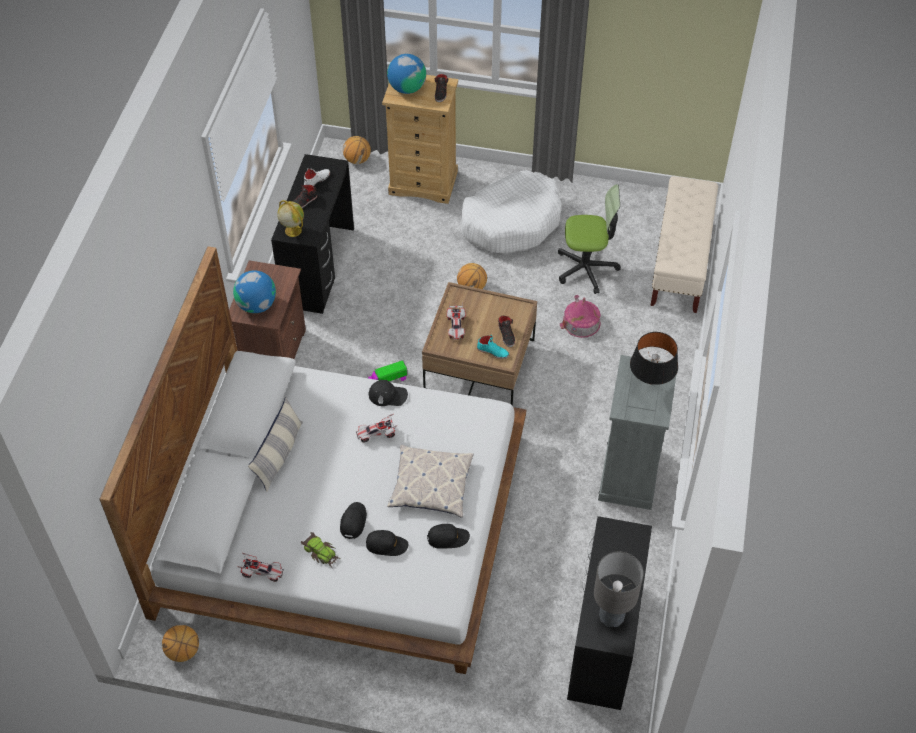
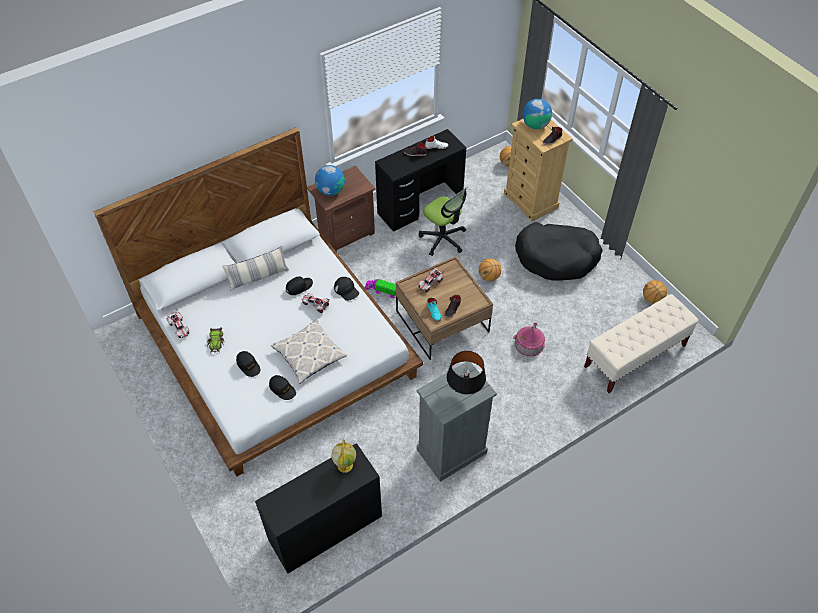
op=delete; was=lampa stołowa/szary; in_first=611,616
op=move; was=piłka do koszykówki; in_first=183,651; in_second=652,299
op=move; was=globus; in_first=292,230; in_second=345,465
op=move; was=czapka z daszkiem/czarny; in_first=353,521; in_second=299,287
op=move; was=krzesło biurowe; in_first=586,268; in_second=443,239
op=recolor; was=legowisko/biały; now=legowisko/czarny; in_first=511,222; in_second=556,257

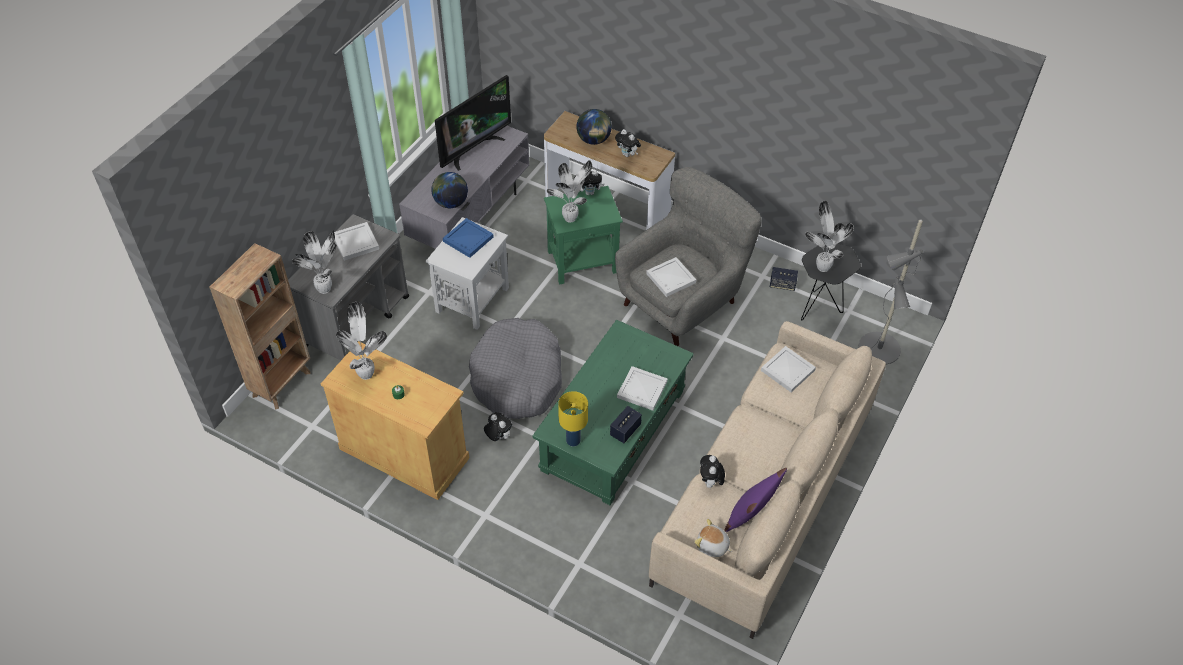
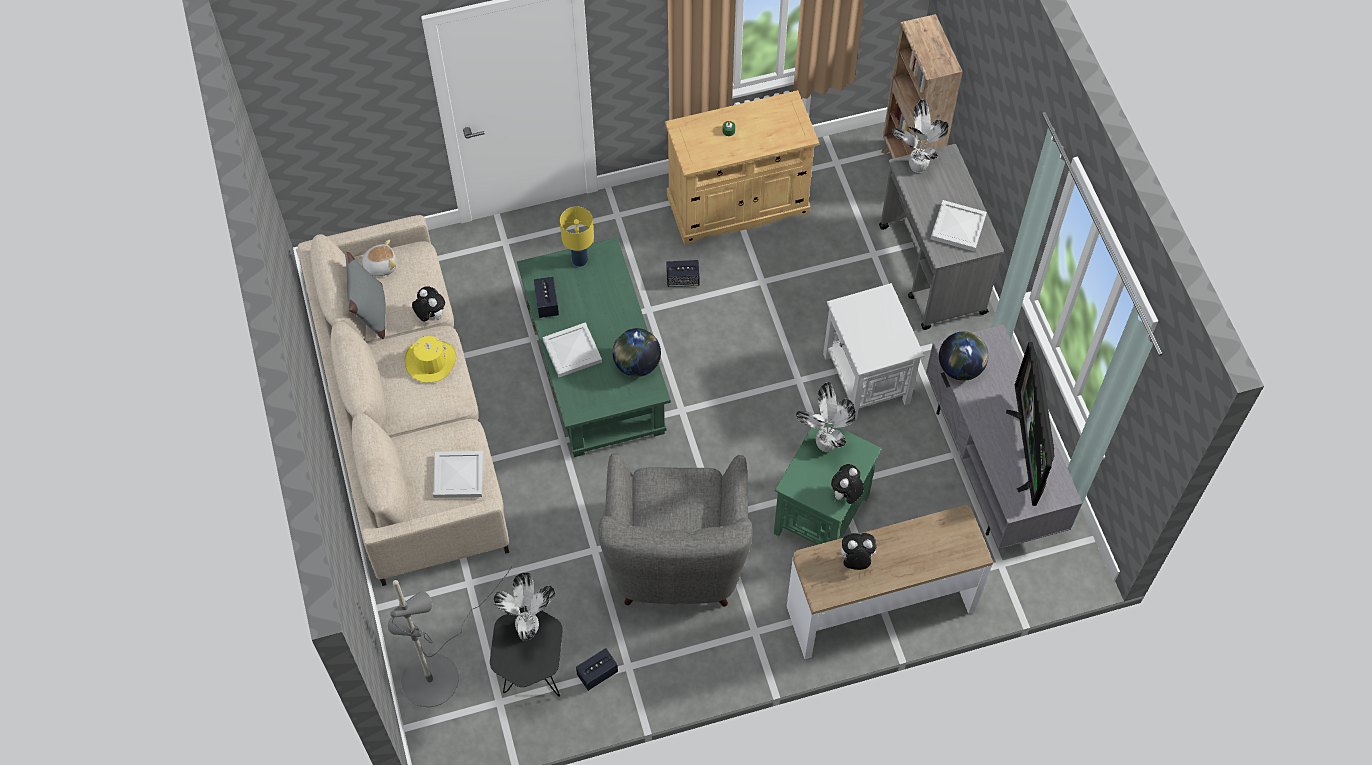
op=delete; was=roślina doniczkowa; in_first=366,373
op=delete; was=taca/niebieski; in_first=467,239
op=delete; was=legowisko/szary; in_first=517,378
op=delete; was=taca/biały; in_first=671,278
op=insert; now=kapelusz/żółty; in_second=430,361
op=move; was=globus; in_first=594,140; in_second=636,364
op=replace; was=pluszak; now=głośnik; in_first=498,437; in_second=682,279
op=recolor; was=poduszka/fioletowy; now=poduszka/szary; in_first=751,515; in_second=371,313

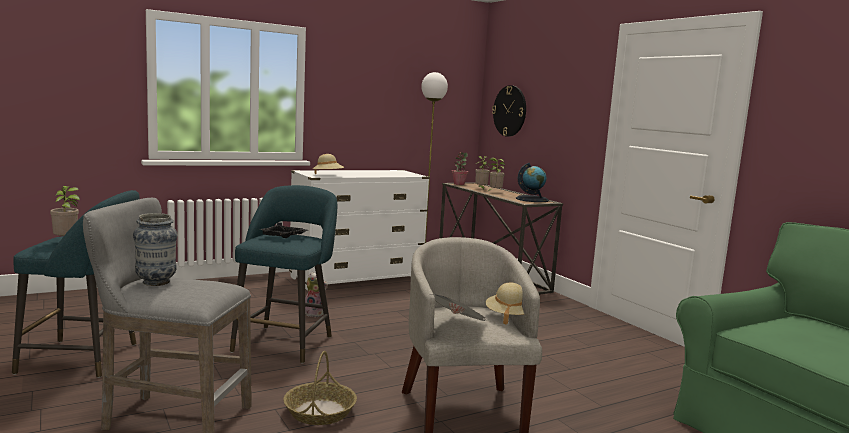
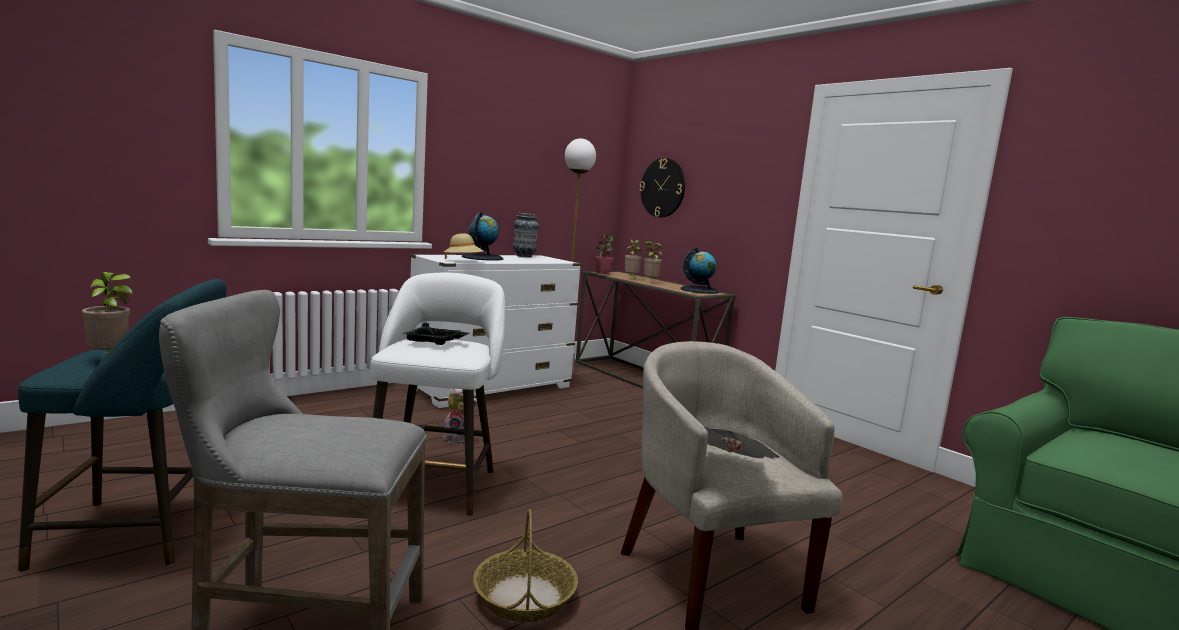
op=delete; was=kapelusz/beżowy; in_first=509,316
op=insert; now=globus; in_second=482,257
op=move; was=wazon; in_first=156,282; in_second=524,256
op=recolor; was=stołek/turkusowy; now=stołek/biały; in_first=285,342; in_second=435,484

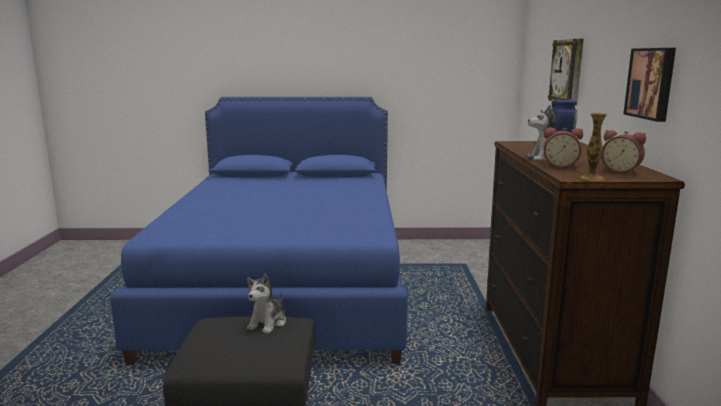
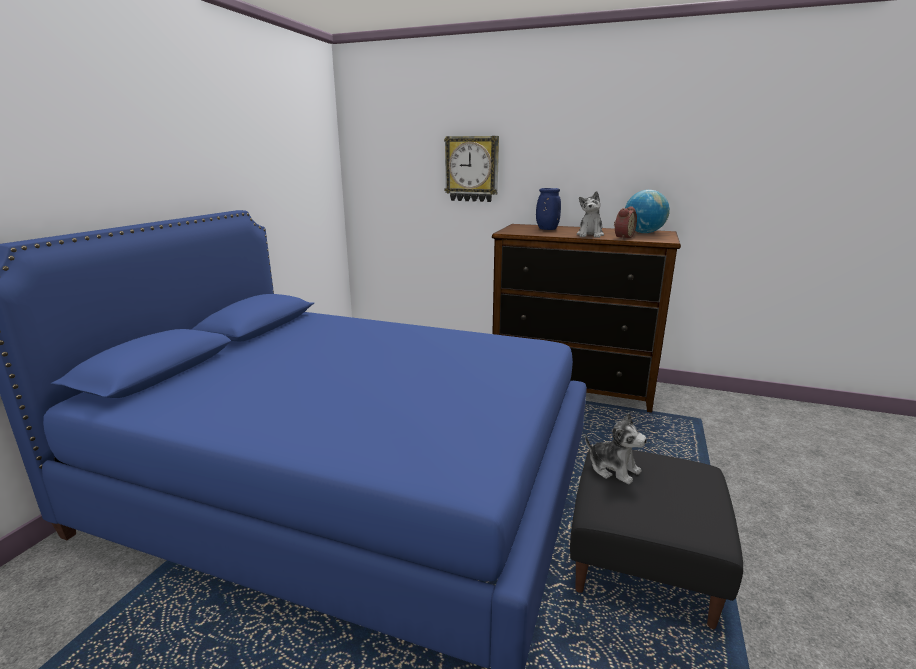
op=delete; was=wazon; in_first=591,178
op=delete; was=obraz; in_first=651,83
op=replace; was=budzik; now=globus; in_first=621,171; in_second=644,233

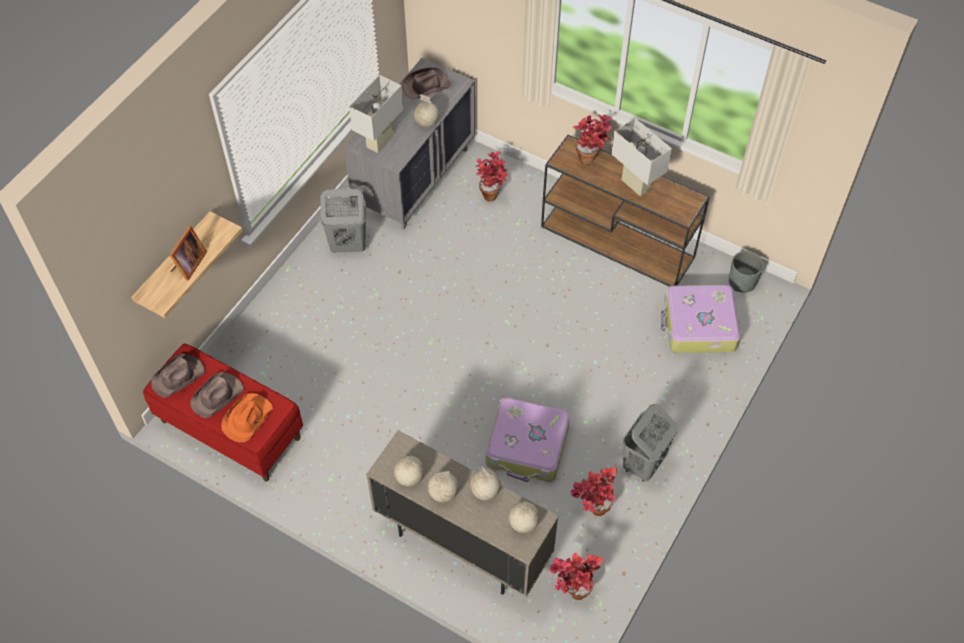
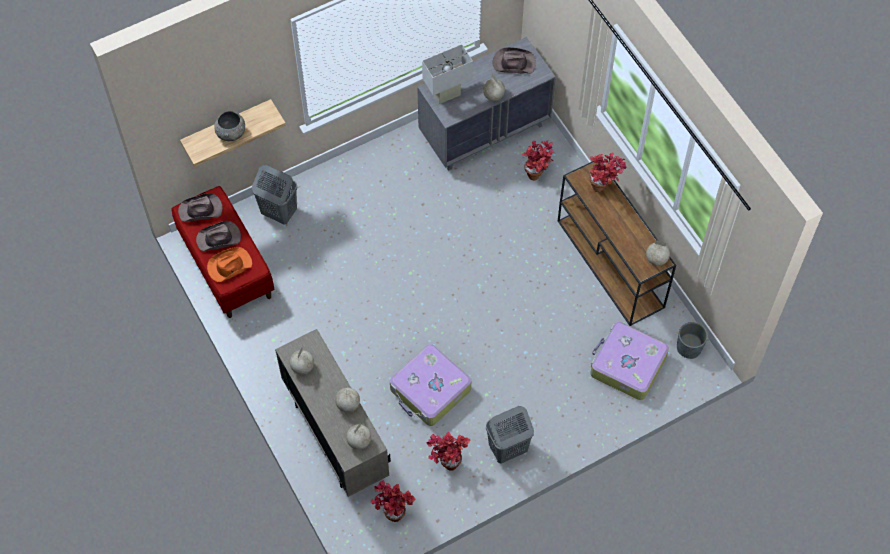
op=delete; was=lampa stołowa/biały; in_first=635,184
op=move; was=kosz na pranie/szary; in_first=347,245; in_second=278,212
op=move; was=globus; in_first=443,493; in_second=656,259
op=replace; was=ramka na zdjęcie; now=miska/szary; in_first=188,264; in_second=231,134

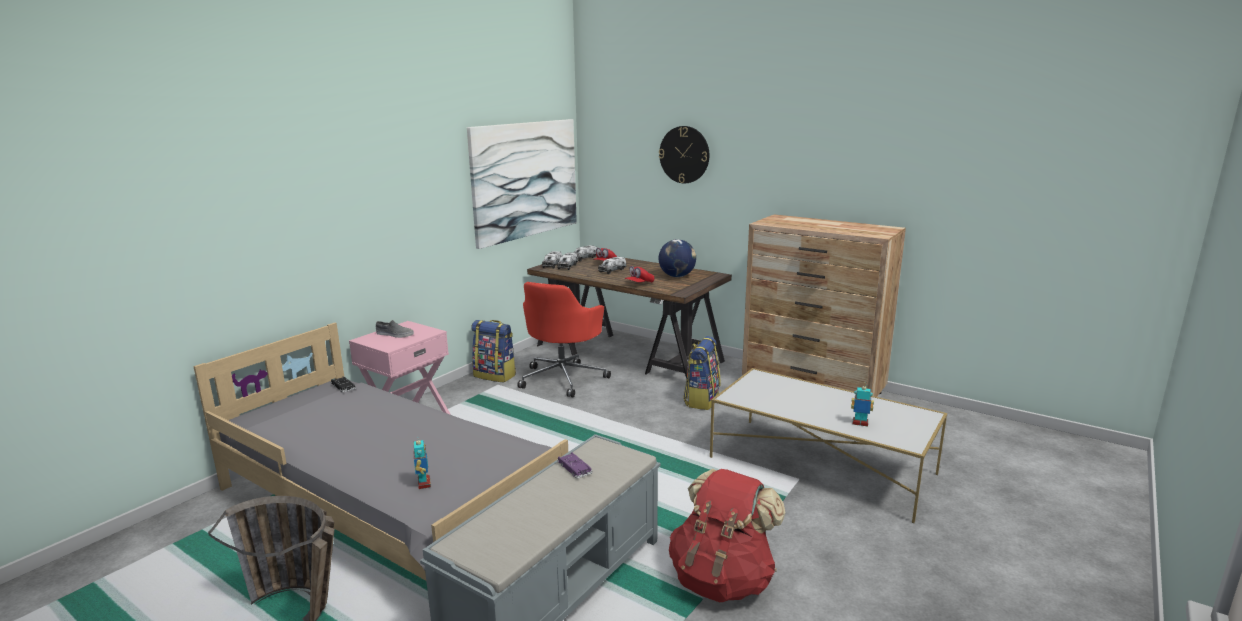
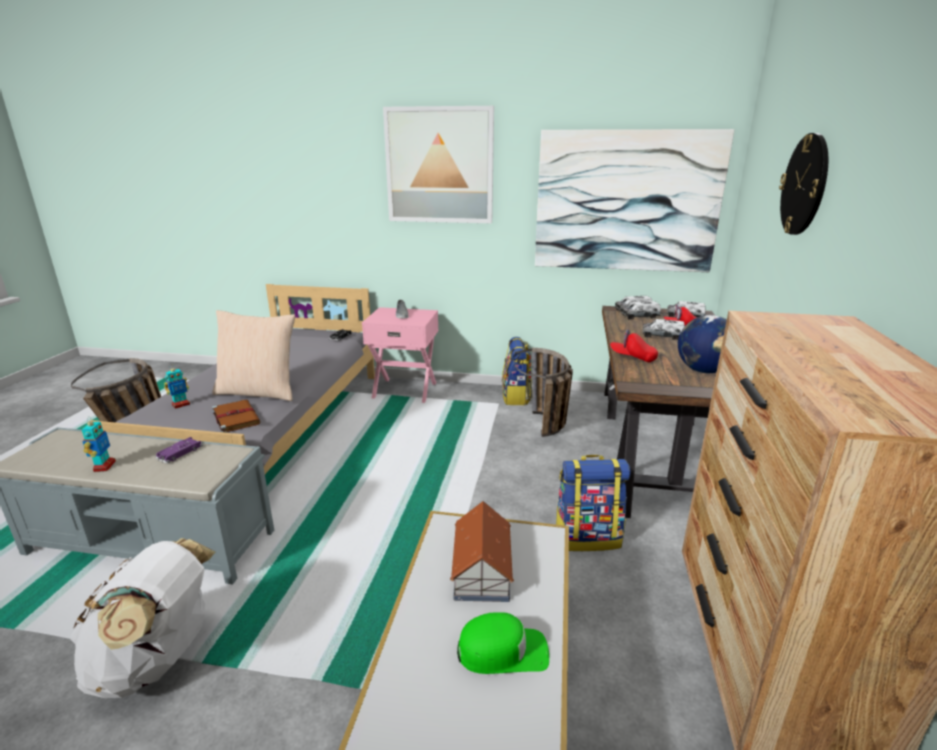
op=insert; now=poduszka/beżowy; in_second=259,392
op=insert; now=książka/brązowy; in_second=235,417
op=insert; now=obraz; in_second=439,166
op=insert; now=domek; in_second=481,570
op=insert; now=czapka z daszkiem/zielony; in_second=503,651
op=move; was=robot zabawkowy; in_first=860,423; in_second=104,466
op=replace; was=krzesło biurowe/czerwony; now=koszyk; in_first=563,378; in_second=547,429
op=recolor; was=plecak/czerwony; now=plecak/biały; in_first=722,580; in_second=158,659

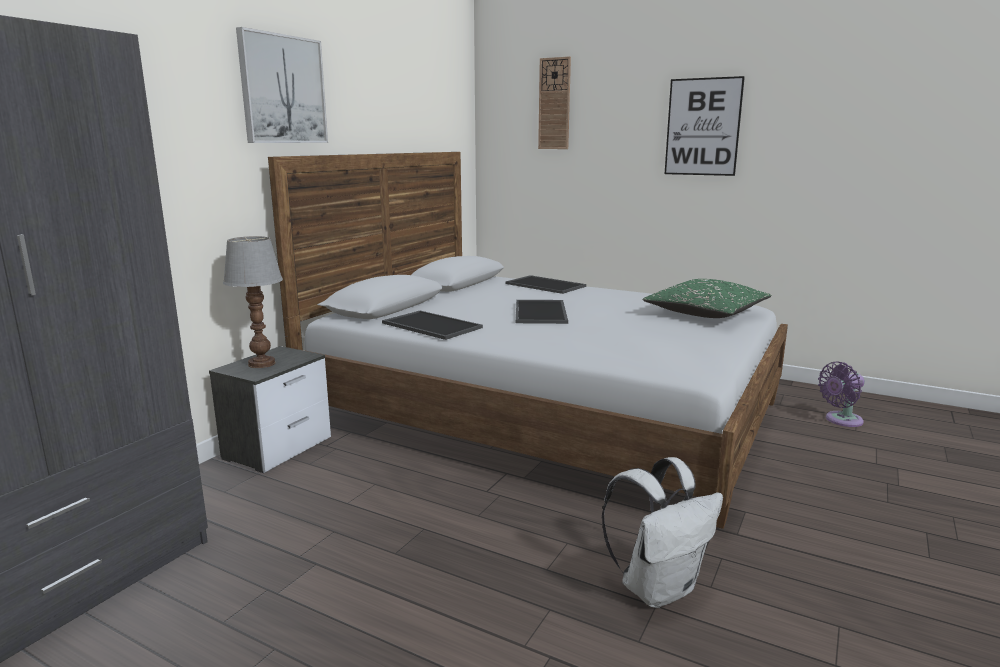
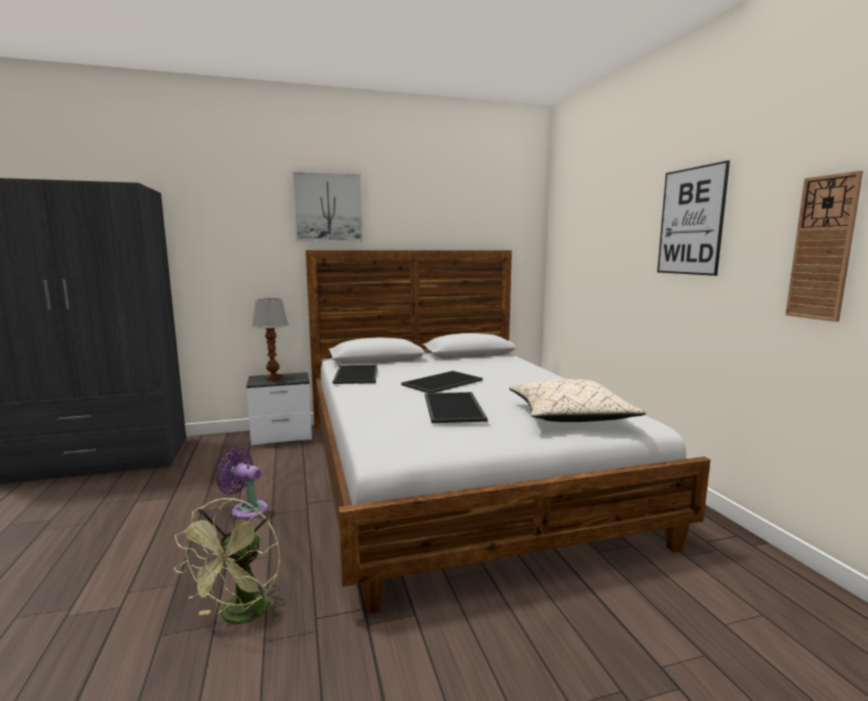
op=move; was=taca; in_first=546,285; in_second=455,408
op=move; was=zegar ścienny; in_first=554,104; in_second=823,248
op=move; was=wentylator/fioletowy; in_first=841,420; in_second=246,509
op=replace; was=plecak/biały; now=wentylator/zielony; in_first=658,588; in_second=240,616
op=recolor; was=poduszka/zielony; now=poduszka/beżowy; in_first=705,313; in_second=569,416

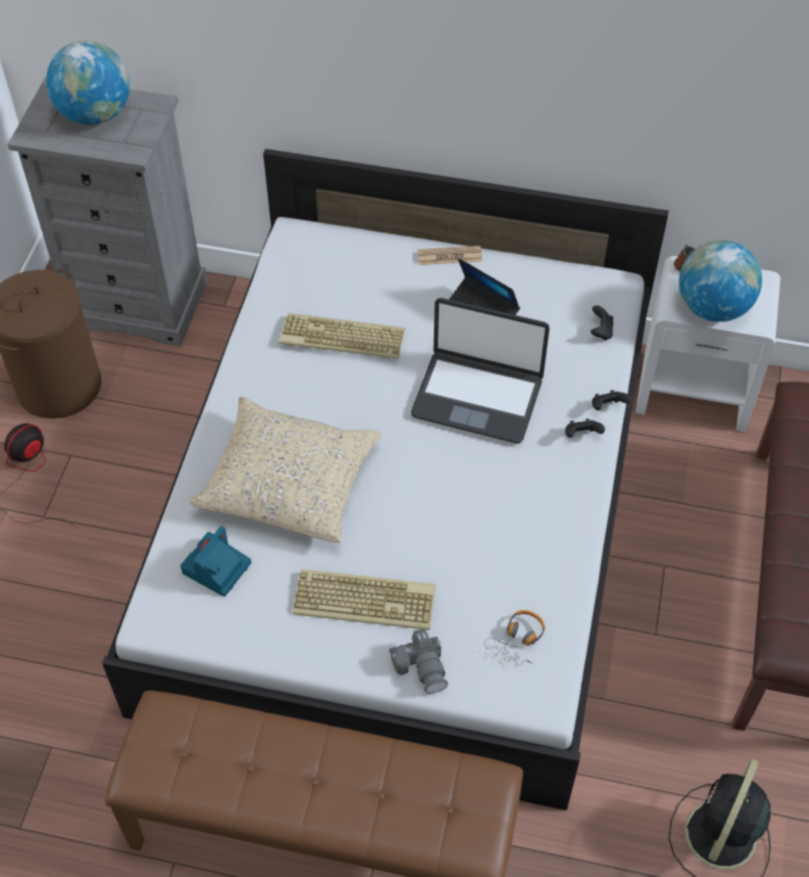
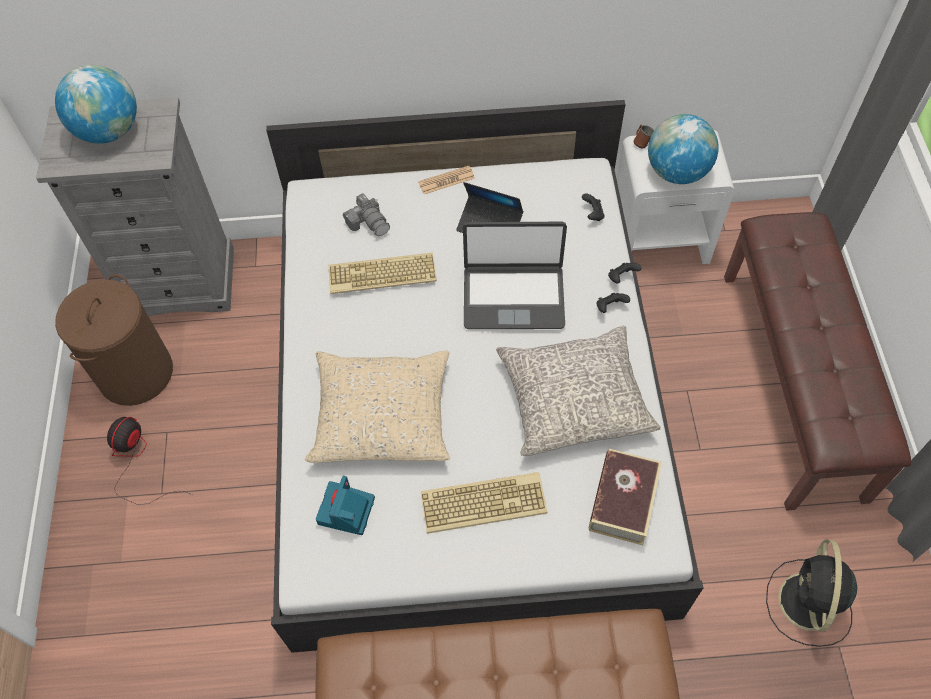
op=insert; now=poduszka/szary; in_second=574,399
op=move; was=aparat fotograficzny; in_first=422,667; in_second=369,222
op=replace; was=słuchawki; now=książka; in_first=518,640; in_second=623,500

